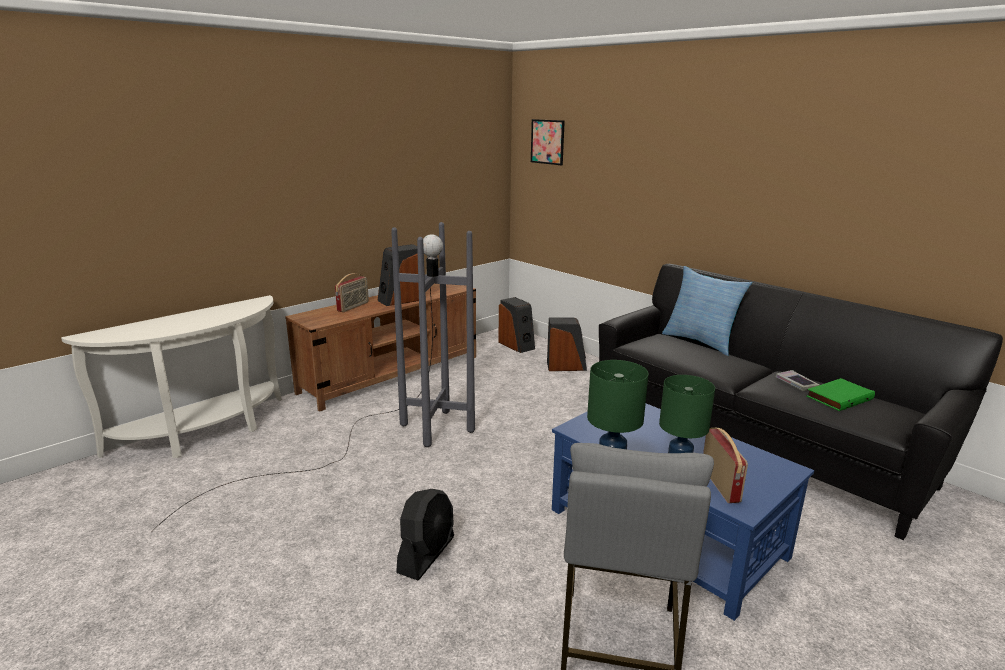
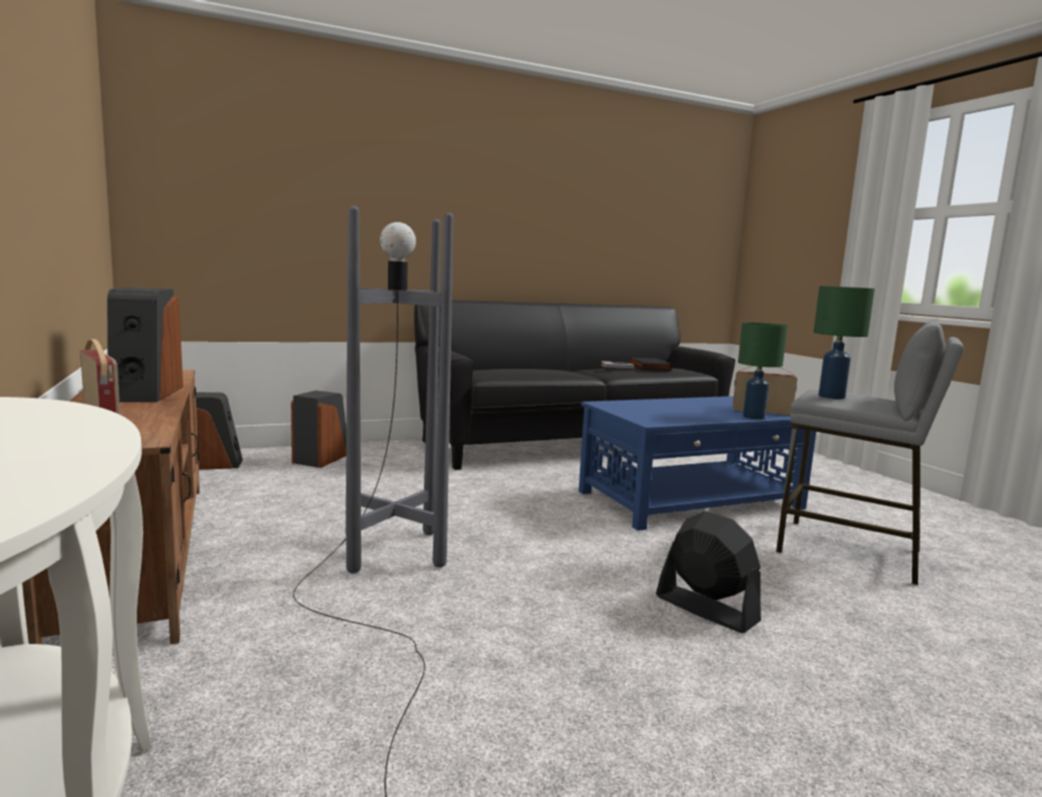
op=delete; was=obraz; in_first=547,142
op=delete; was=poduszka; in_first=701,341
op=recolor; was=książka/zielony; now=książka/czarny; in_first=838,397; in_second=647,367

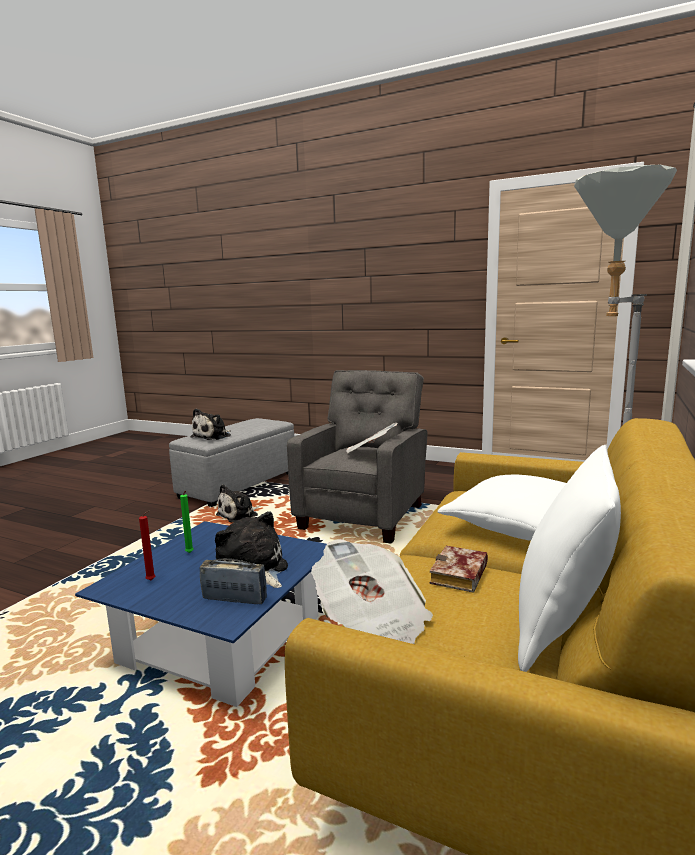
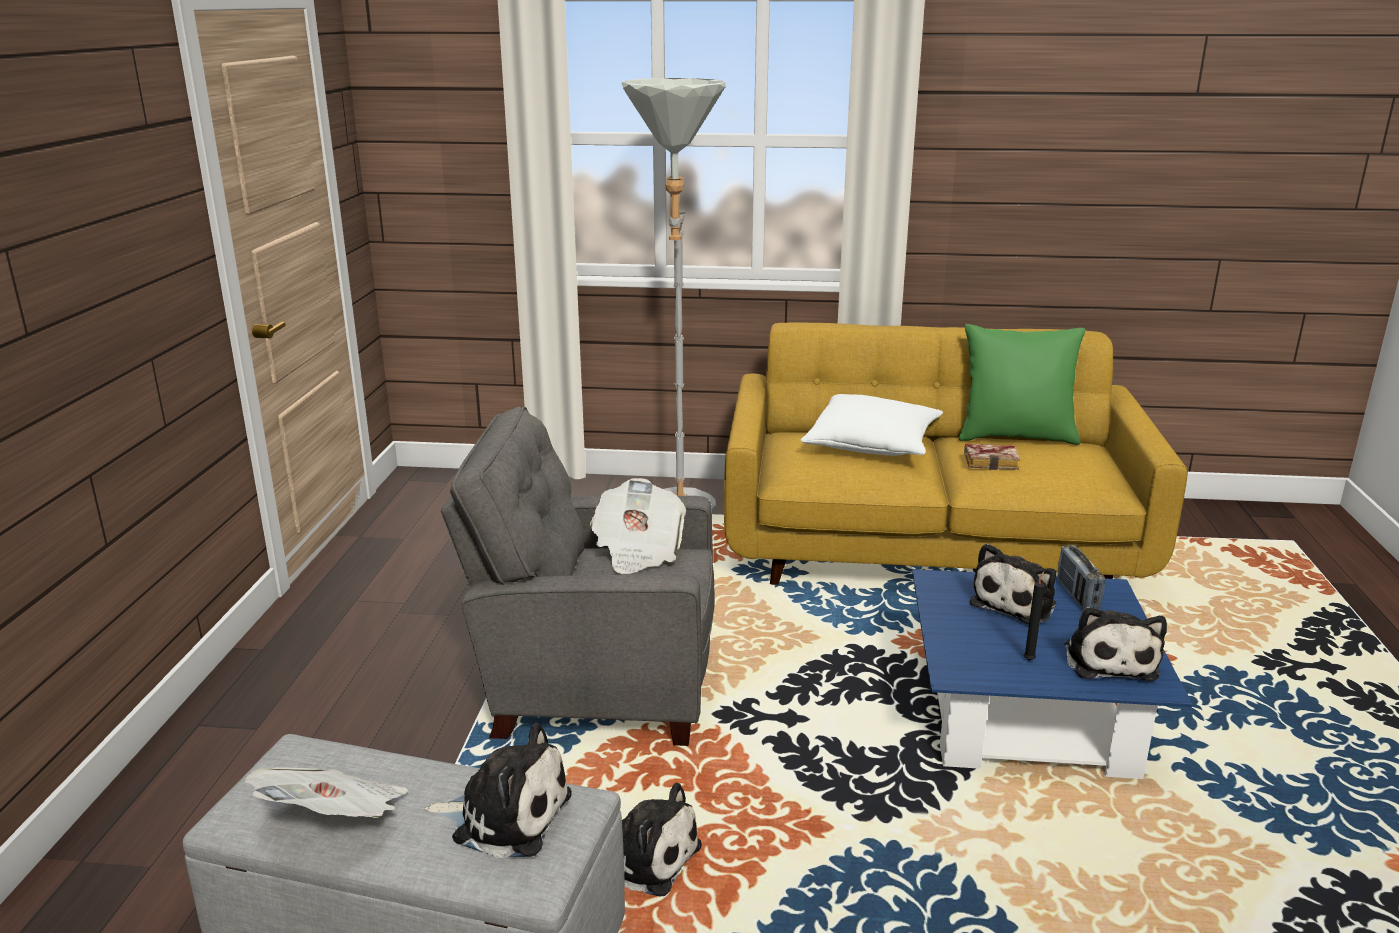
op=move; was=gazeta; in_first=373,623; in_second=336,821
op=replace; was=świeca/czerwony; now=pluszak; in_first=152,580; in_second=1109,660
op=recolor; was=świeca/zielony; now=świeca/czarny; in_first=190,553; in_second=1029,659
op=recolor; was=poduszka/biały; now=poduszka/zielony; in_first=562,626; in_second=1015,436

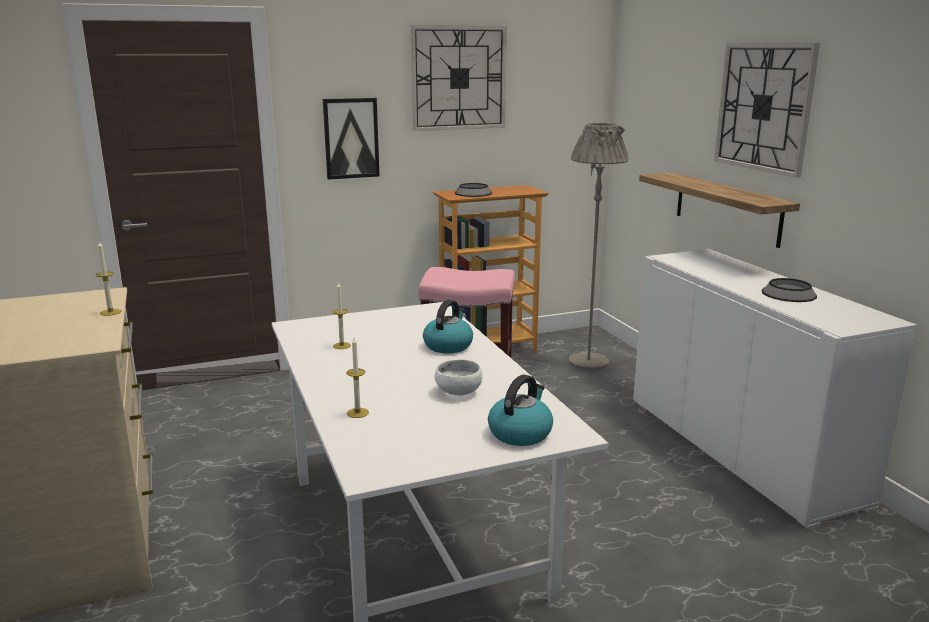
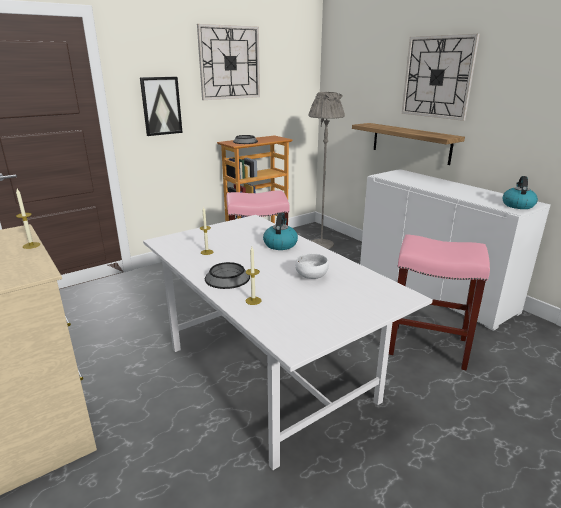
op=insert; now=stołek/różowy; in_second=426,346
op=move; was=czajnik; in_first=520,433; in_second=517,205
op=move; was=miska; in_first=789,294; in_second=227,278

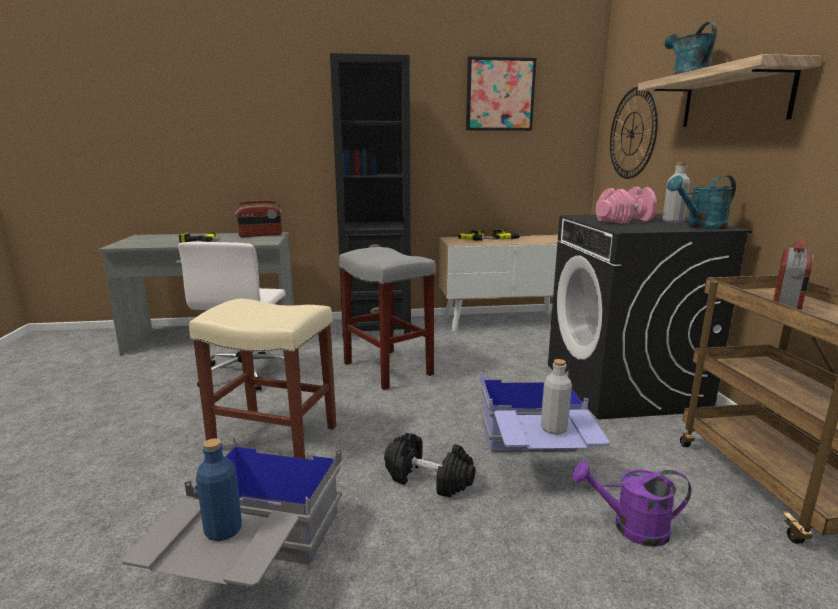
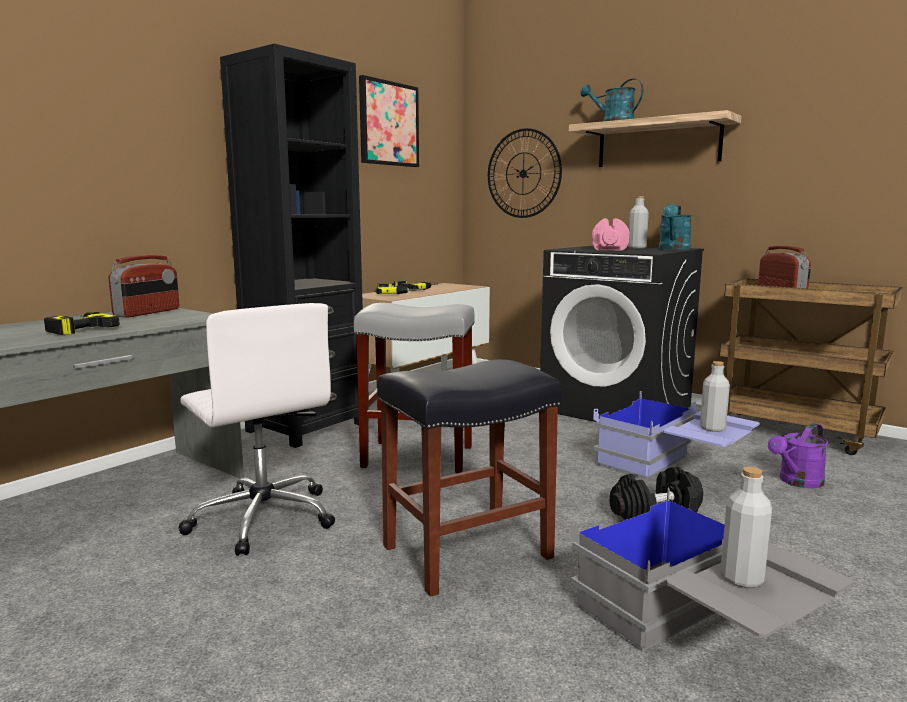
op=recolor; was=stołek/beżowy; now=stołek/czarny; in_first=276,438; in_second=468,551
op=recolor; was=butelka/niebieski; now=butelka/szary; in_first=223,530; in_second=741,578

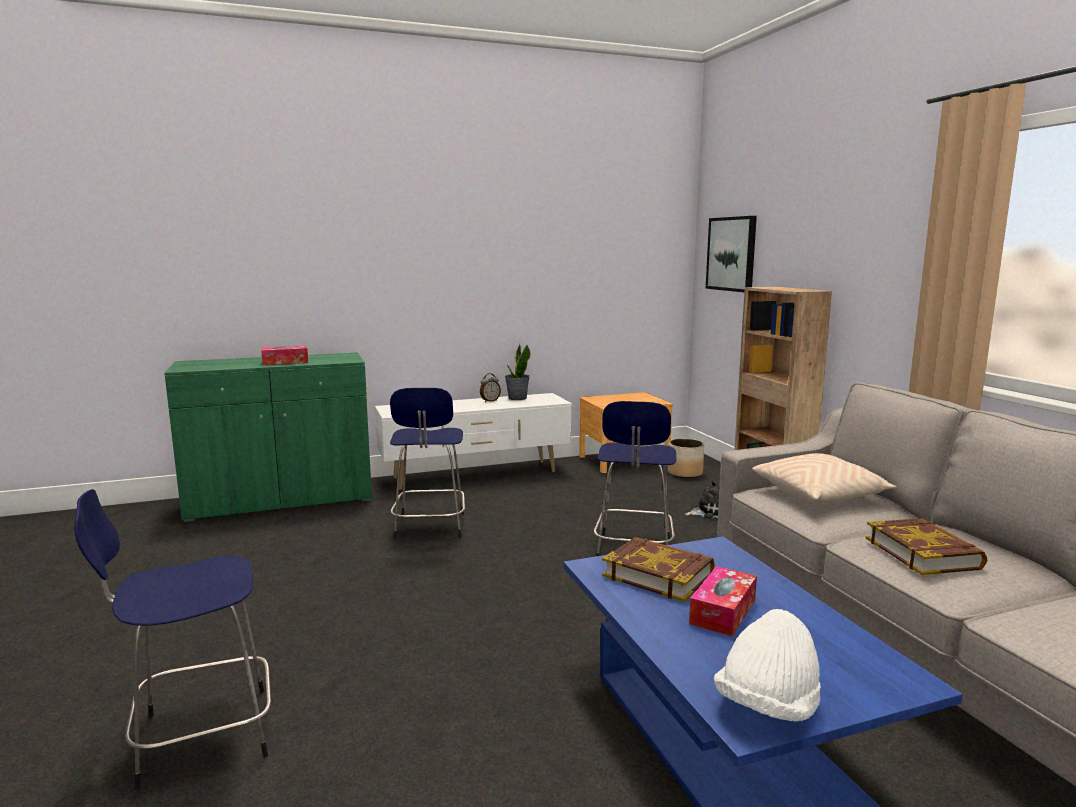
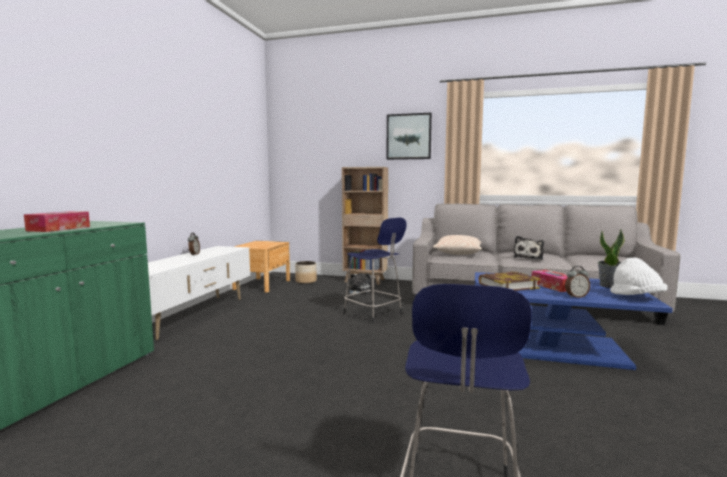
op=delete; was=stołek/niebieski; in_first=429,527
op=insert; now=budzik; in_second=576,297
op=move; was=roślina doniczkowa; in_first=517,398; in_second=610,286
op=move; was=obraz; in_first=732,254; in_second=408,136
op=replace; was=książka; now=pluszak; in_first=923,553; in_second=529,257

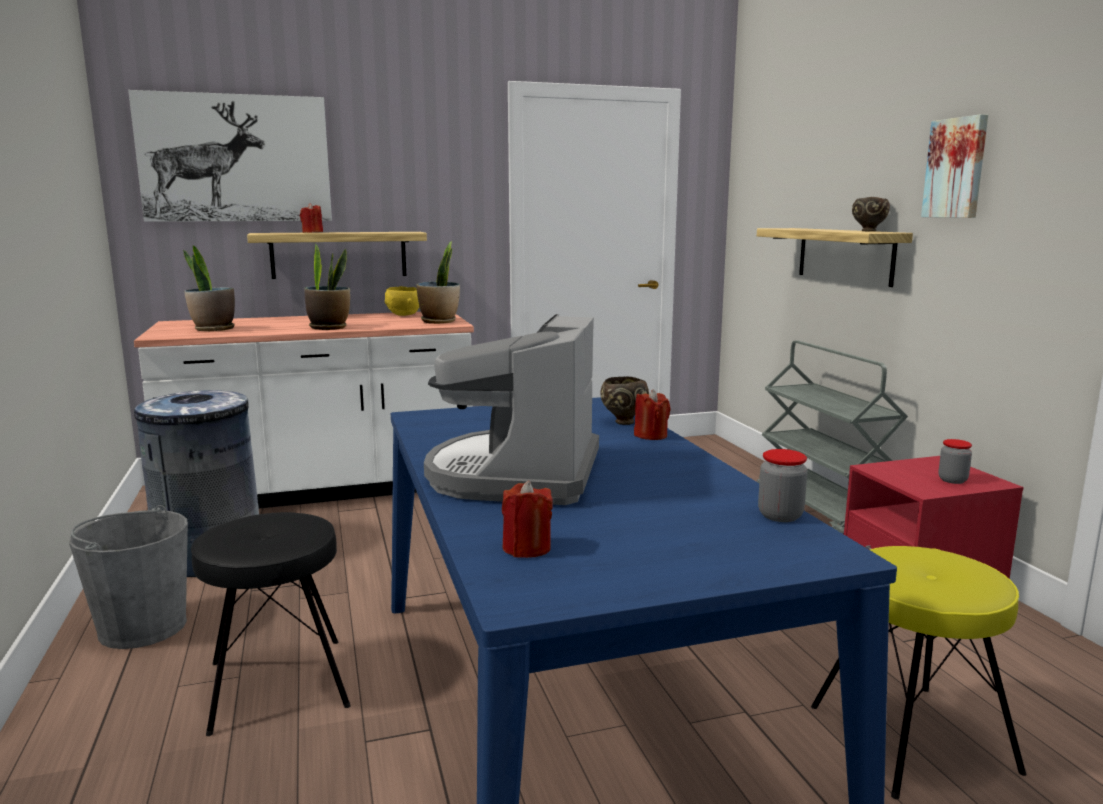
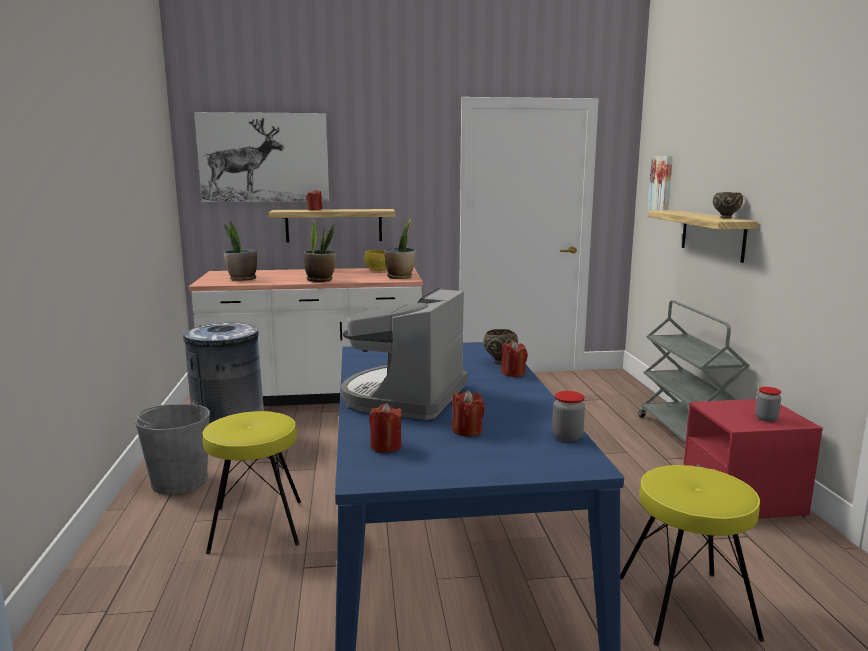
op=insert; now=świeca/czerwony; in_second=467,431
op=move; was=obraz; in_first=956,168; in_second=662,183
op=recolor; was=stołek/czarny; now=stołek/żółty; in_first=277,683; in_second=256,525

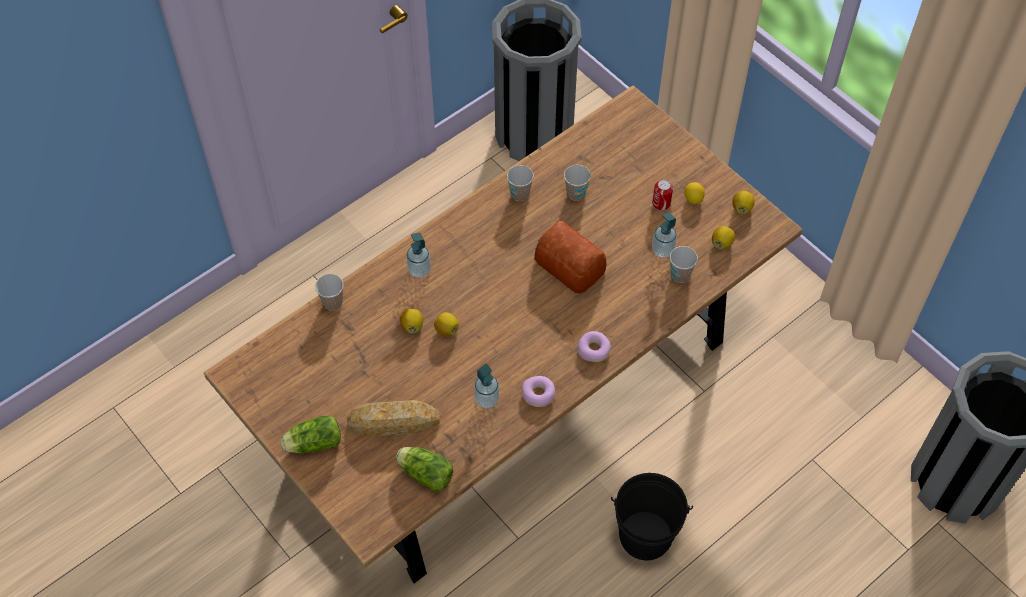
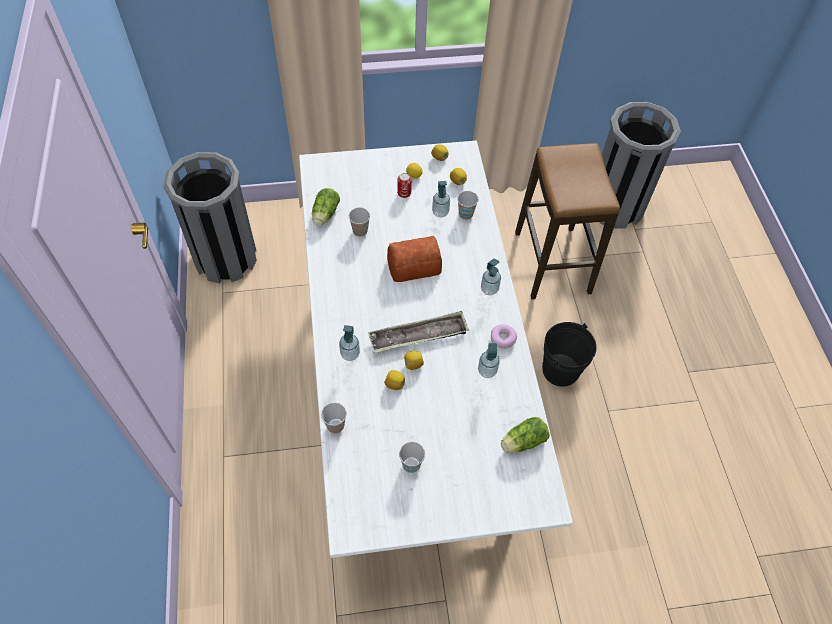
op=delete; was=chleb; in_first=393,422
op=insert; now=taca; in_second=418,336
op=insert; now=stołek; in_second=552,263
op=move; was=sałata; in_first=312,443; in_second=324,215
op=move; was=filiżanka; in_first=520,194; in_second=411,464
op=replace; was=donut; now=dozownik mydła; in_first=594,349; in_second=489,289
op=recolor; was=stół jadalny/brązowy; now=stół jadalny/biały; in_first=512,392; in_second=412,384

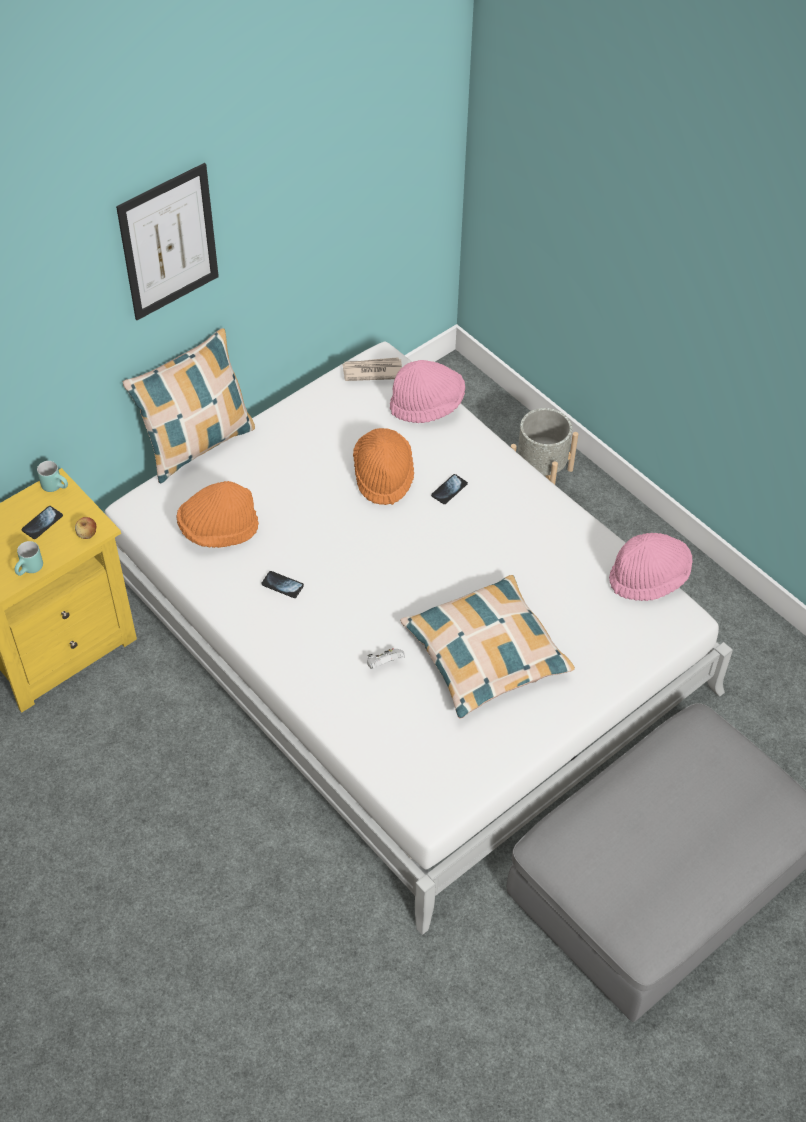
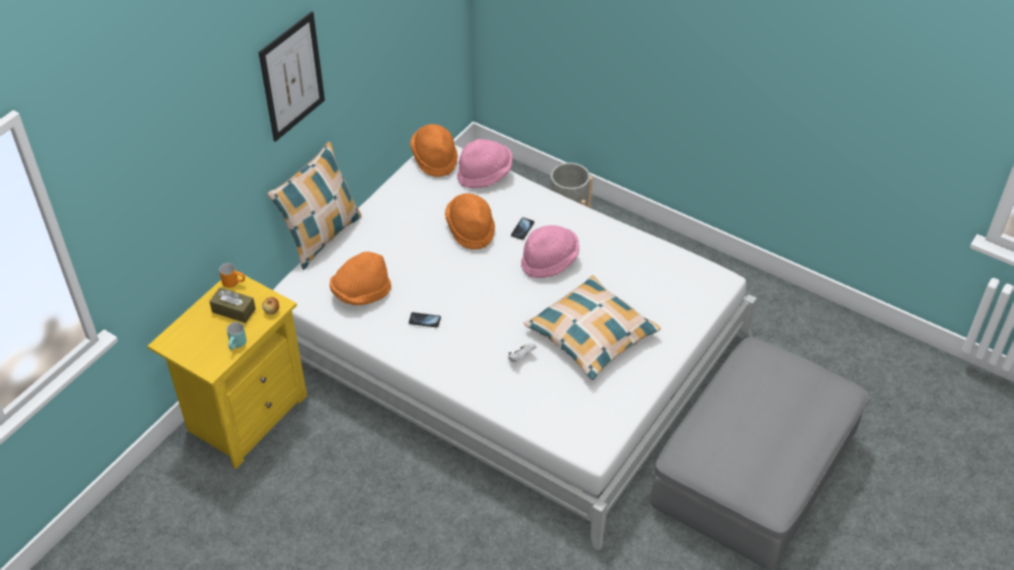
op=move; was=kapelusz/różowy; in_first=648,578; in_second=549,261
op=replace; was=telefon; now=pudełko chusteczek/brązowy; in_first=42,523; in_second=233,310
op=replace; was=gazeta; now=kapelusz/pomarańczowy; in_first=372,371; in_second=435,159
op=recolor; was=kubek/turkusowy; now=kubek/pomarańczowy; in_first=56,486; in_second=234,282

